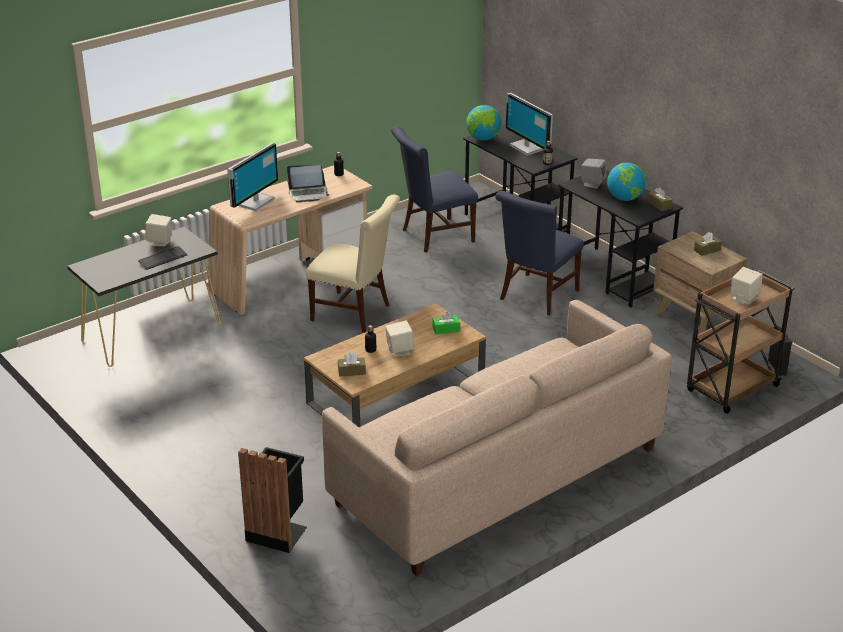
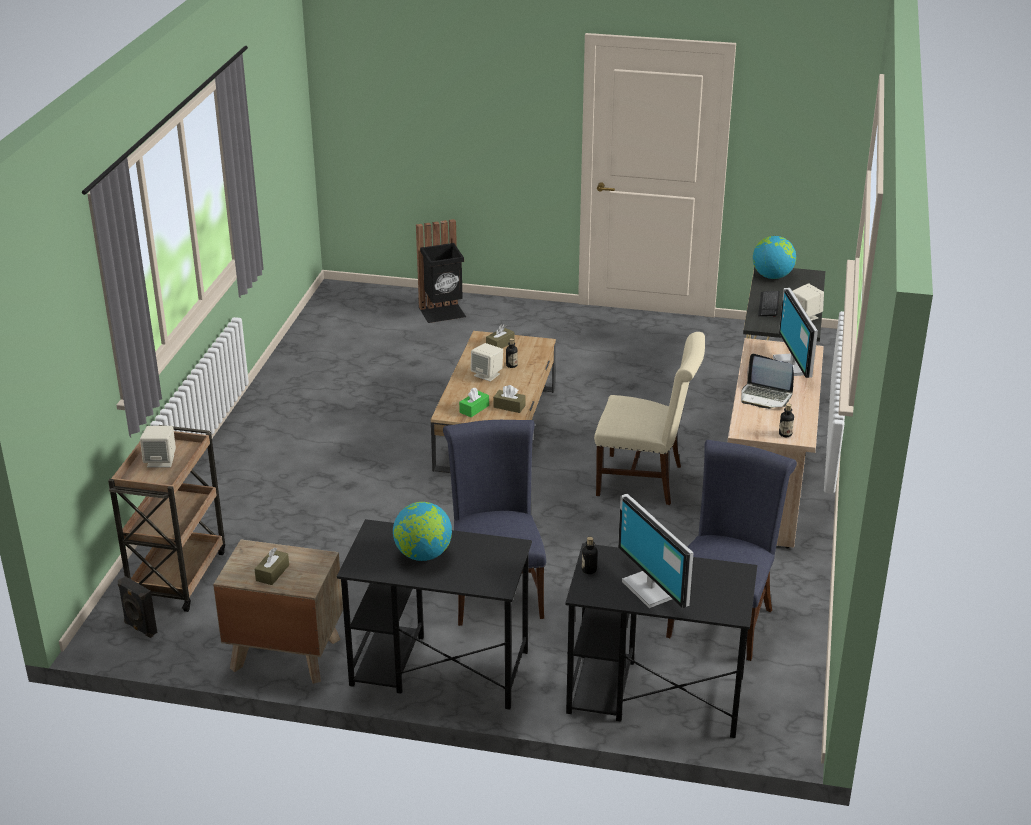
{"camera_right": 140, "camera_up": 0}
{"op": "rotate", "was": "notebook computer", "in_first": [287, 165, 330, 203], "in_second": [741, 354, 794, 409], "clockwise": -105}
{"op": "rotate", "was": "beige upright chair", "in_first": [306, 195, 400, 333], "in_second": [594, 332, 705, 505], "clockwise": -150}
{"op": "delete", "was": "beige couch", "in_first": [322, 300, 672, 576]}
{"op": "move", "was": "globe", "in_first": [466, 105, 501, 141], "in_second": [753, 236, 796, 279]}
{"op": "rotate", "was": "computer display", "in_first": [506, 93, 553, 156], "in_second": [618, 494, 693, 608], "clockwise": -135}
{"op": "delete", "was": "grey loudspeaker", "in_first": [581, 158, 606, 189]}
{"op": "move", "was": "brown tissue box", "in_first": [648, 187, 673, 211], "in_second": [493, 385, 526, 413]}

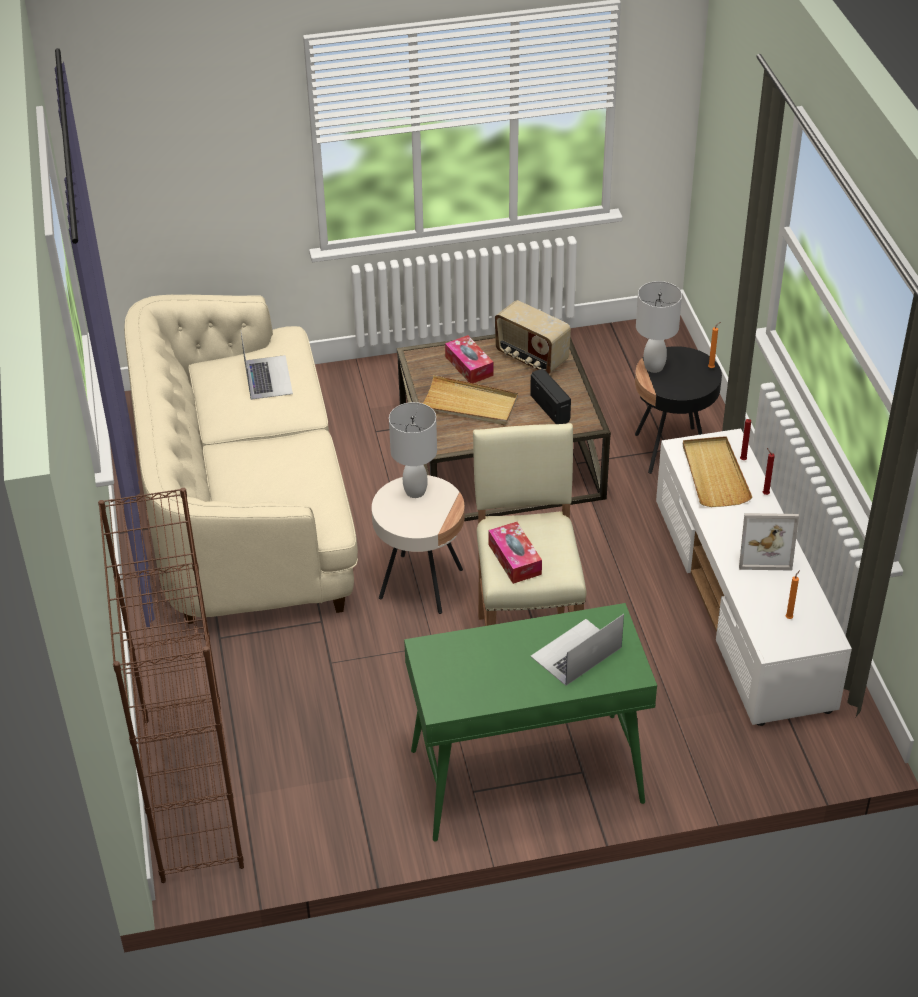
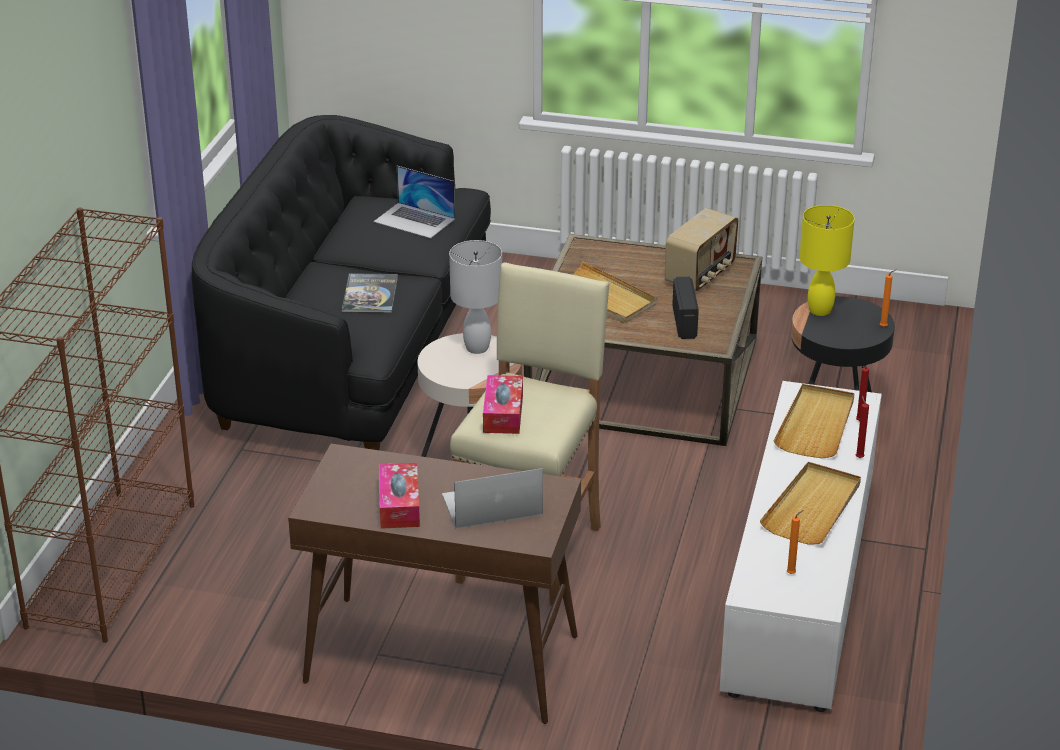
{"camera_right": 25, "camera_up": -10}
{"op": "recolor", "was": "beige couch", "now": "black couch", "in_first": [124, 295, 358, 624], "in_second": [192, 115, 491, 450]}
{"op": "rotate", "was": "notebook computer", "in_first": [241, 332, 293, 400], "in_second": [374, 166, 455, 238], "clockwise": 105}
{"op": "recolor", "was": "green-coloured narrow table", "now": "brown narrow table", "in_first": [404, 603, 657, 841], "in_second": [288, 444, 581, 724]}
{"op": "move", "was": "tissue box", "in_first": [445, 335, 494, 383], "in_second": [379, 463, 420, 529]}
{"op": "rotate", "was": "radio receiver", "in_first": [495, 300, 571, 374], "in_second": [665, 208, 738, 291], "clockwise": -120}
{"op": "recolor", "was": "white-coloured lamp for a table", "now": "yellow-coloured lamp for a table", "in_first": [636, 281, 682, 373], "in_second": [799, 205, 854, 316]}
{"op": "replace", "was": "standing frame", "now": "beige carrying tray", "in_first": [739, 513, 799, 571], "in_second": [760, 462, 861, 545]}
{"op": "insert", "now": "book", "in_second": [342, 273, 398, 313]}

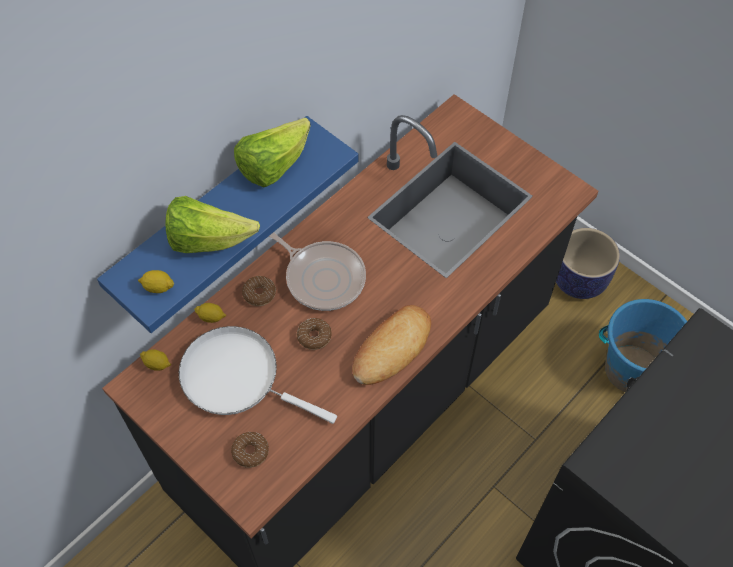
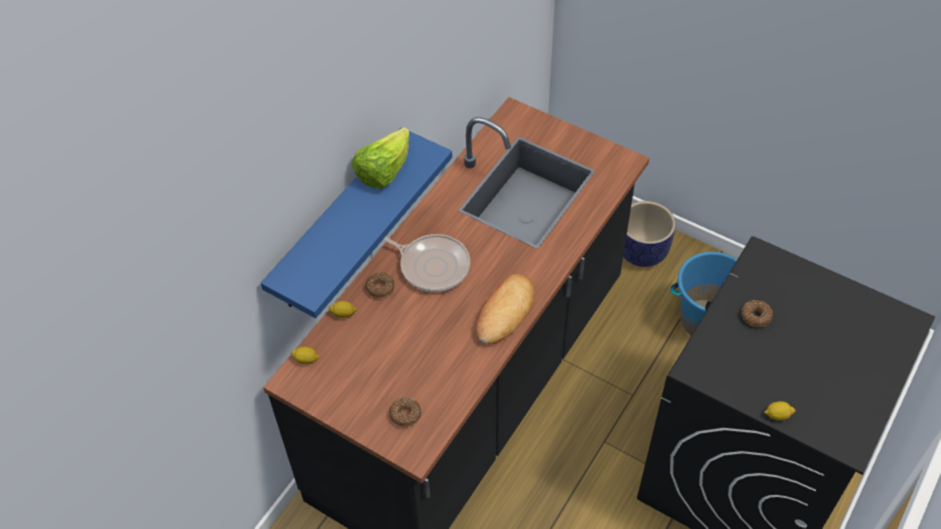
{"camera_right": -10, "camera_up": -5}
{"op": "move", "was": "lemon", "in_first": [138, 270, 174, 293], "in_second": [764, 401, 796, 420]}
{"op": "delete", "was": "lettuce", "in_first": [166, 196, 260, 253]}
{"op": "delete", "was": "white-coloured pan", "in_first": [179, 326, 337, 424]}
{"op": "move", "was": "donut", "in_first": [297, 318, 332, 350], "in_second": [741, 300, 773, 327]}

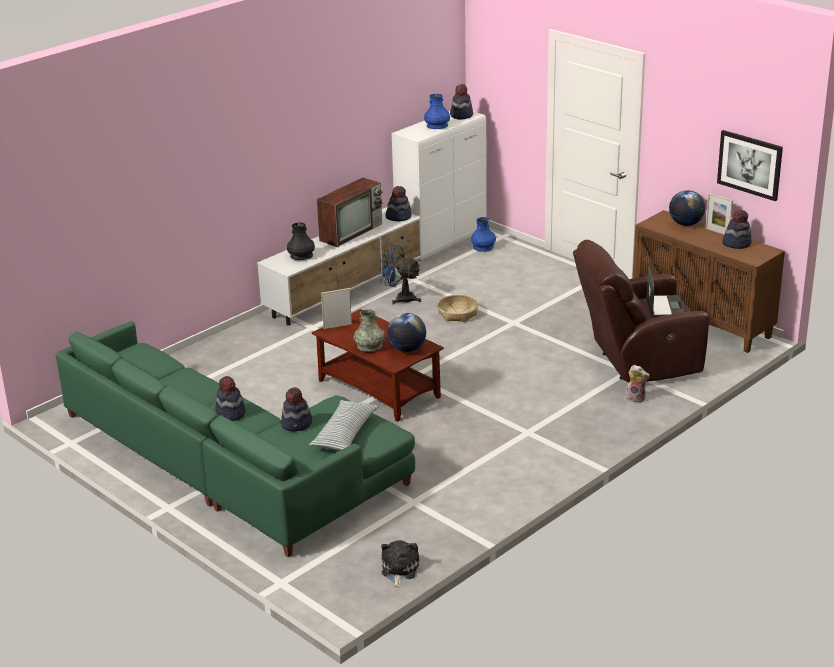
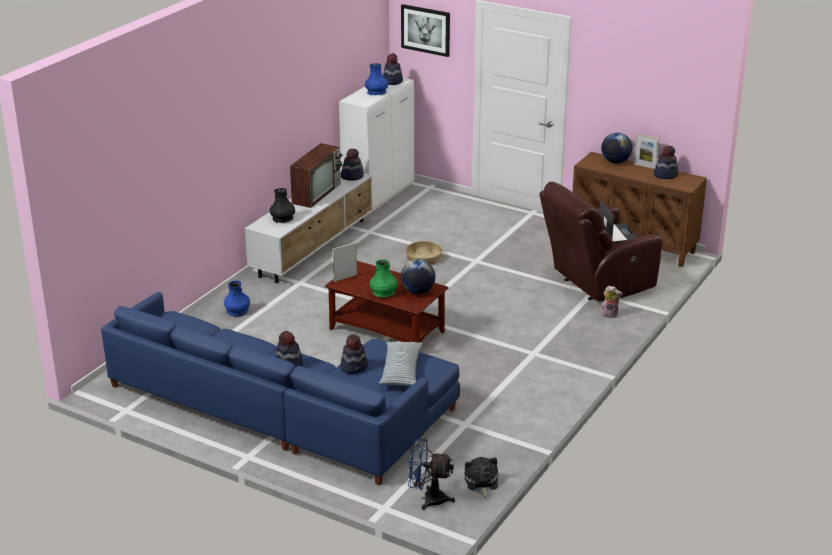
{"camera_right": -15, "camera_up": 0}
{"op": "recolor", "was": "green-coloured couch", "now": "blue couch", "in_first": [55, 321, 415, 557], "in_second": [101, 292, 460, 486]}
{"op": "recolor", "was": "grey decorative vase", "now": "green-coloured decorative vase", "in_first": [354, 310, 385, 352], "in_second": [370, 260, 398, 297]}
{"op": "move", "was": "blue cooling fan", "in_first": [379, 245, 421, 304], "in_second": [408, 439, 455, 510]}
{"op": "move", "was": "blue decorative vase", "in_first": [471, 217, 496, 252], "in_second": [224, 280, 250, 316]}
{"op": "move", "was": "wall art", "in_first": [717, 130, 783, 201], "in_second": [401, 4, 450, 57]}

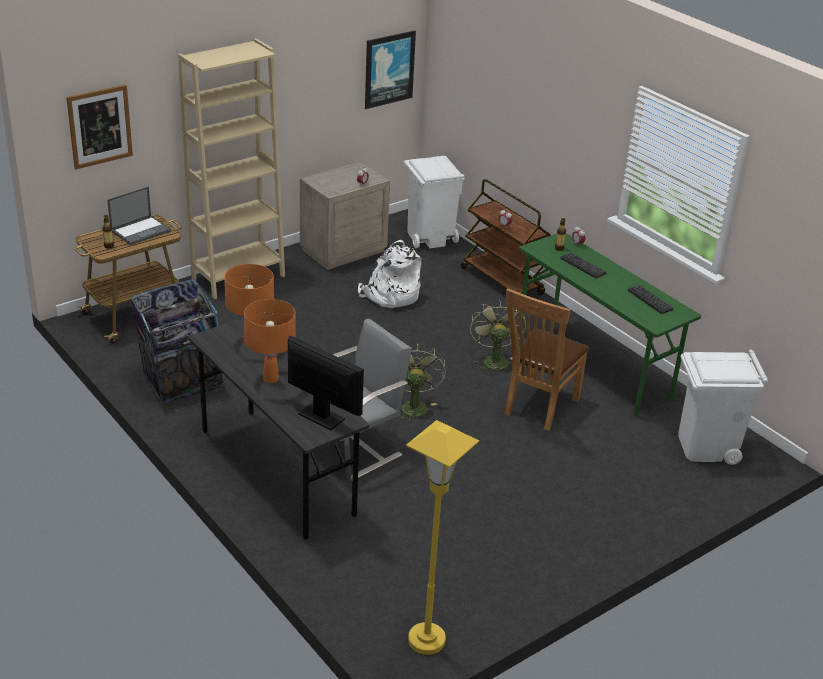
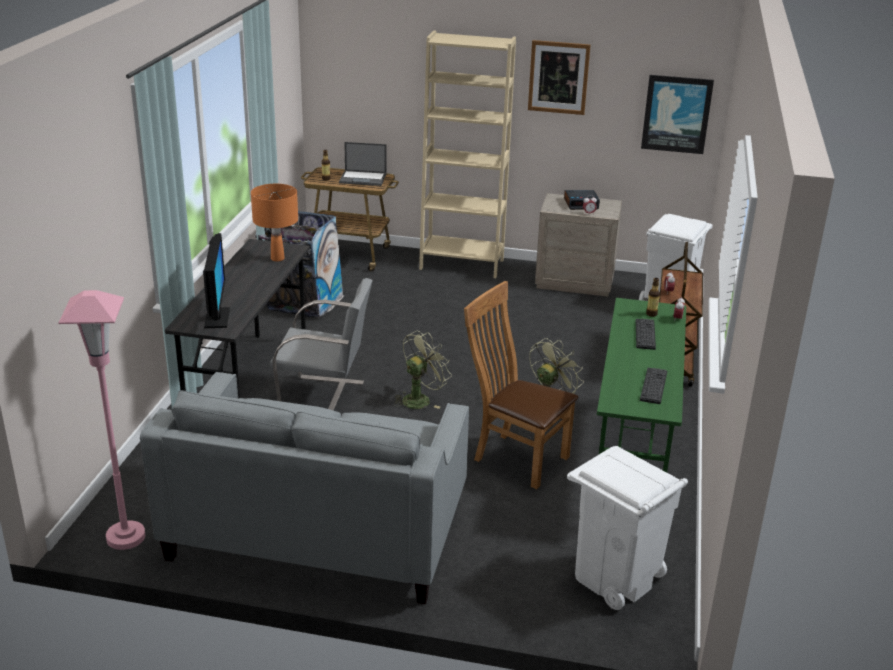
{"camera_right": 50, "camera_up": -5}
{"op": "move", "was": "wall art", "in_first": [66, 85, 133, 169], "in_second": [528, 40, 591, 115]}
{"op": "delete", "was": "orangey lamp for a table", "in_first": [244, 299, 296, 383]}
{"op": "delete", "was": "white-coloured backpack", "in_first": [358, 240, 421, 308]}
{"op": "recolor", "was": "yellow-coloured floor lamp", "now": "pink-coloured floor lamp", "in_first": [406, 420, 479, 655], "in_second": [58, 290, 145, 550]}
{"op": "rotate", "was": "brown upright chair", "in_first": [504, 288, 589, 431], "in_second": [464, 281, 578, 489], "clockwise": 45}
{"op": "insert", "now": "grey couch", "in_second": [140, 372, 469, 604]}
{"op": "insert", "now": "table clock", "in_second": [564, 190, 600, 210]}

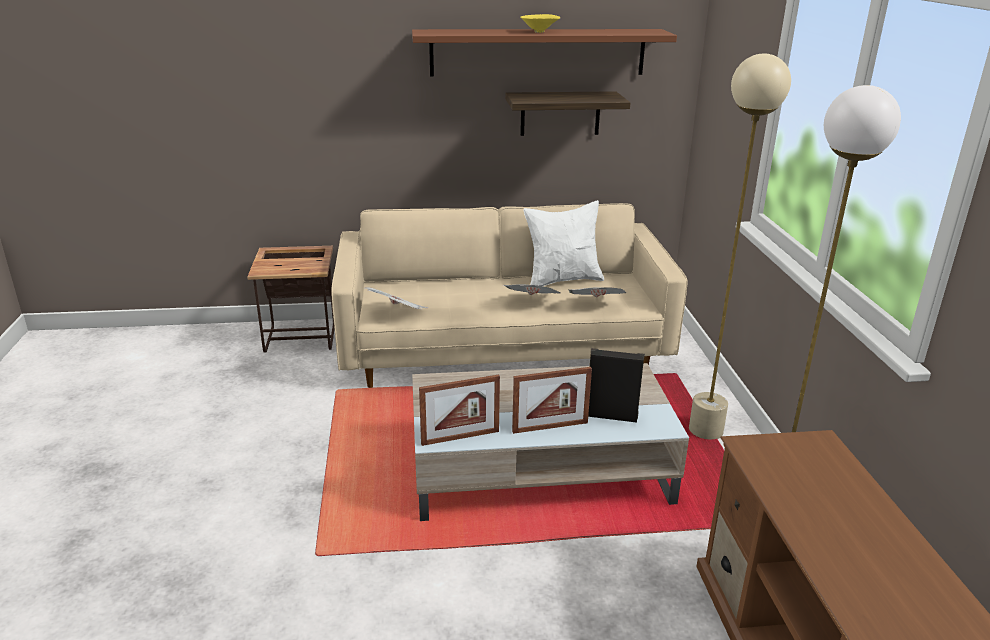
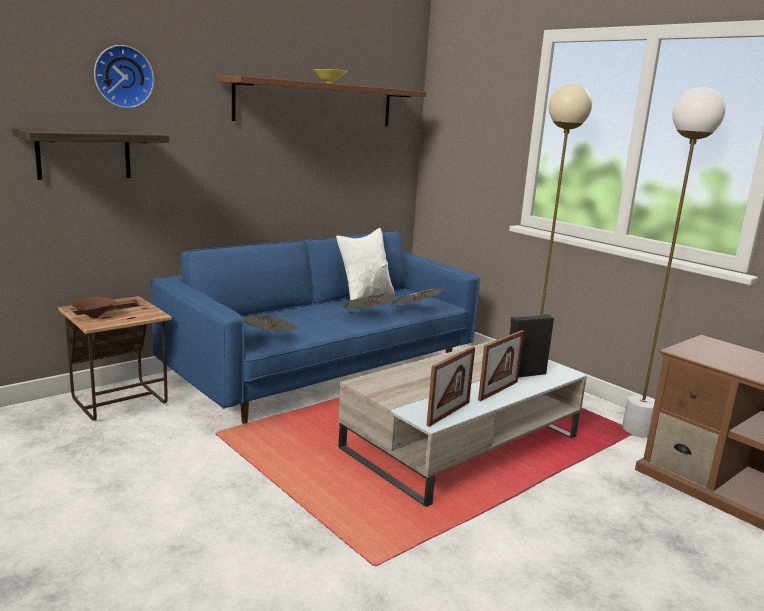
{"camera_right": -35, "camera_up": -10}
{"op": "recolor", "was": "beige couch", "now": "blue couch", "in_first": [331, 203, 688, 388], "in_second": [151, 230, 480, 424]}
{"op": "move", "was": "wall shelf", "in_first": [505, 91, 630, 136], "in_second": [12, 128, 169, 180]}
{"op": "insert", "now": "brown serving bowl", "in_second": [71, 297, 116, 319]}
{"op": "insert", "now": "wall clock", "in_second": [94, 45, 154, 108]}

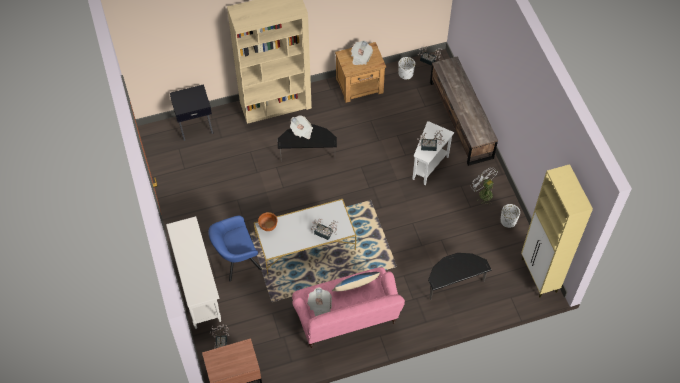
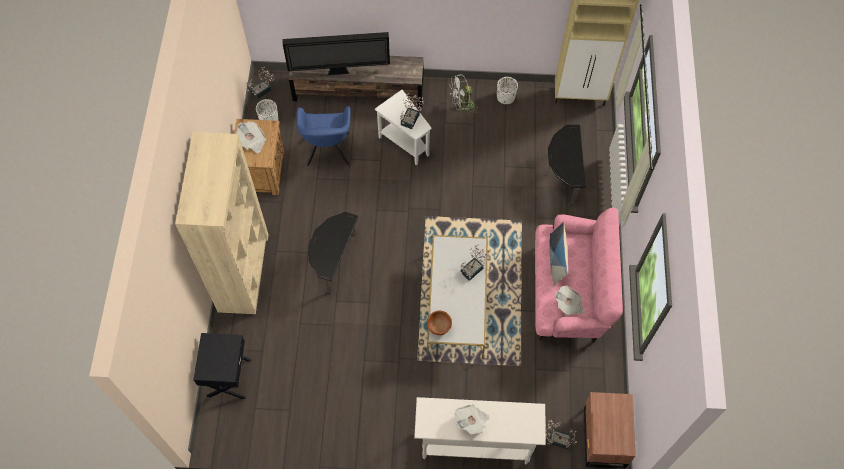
{"camera_right": -70, "camera_up": 5}
{"op": "move", "was": "blue easy chair", "in_first": [209, 216, 262, 282], "in_second": [297, 106, 350, 166]}
{"op": "move", "was": "newspaper", "in_first": [290, 115, 313, 139], "in_second": [455, 404, 489, 434]}
{"op": "insert", "now": "TV set", "in_second": [282, 32, 390, 75]}

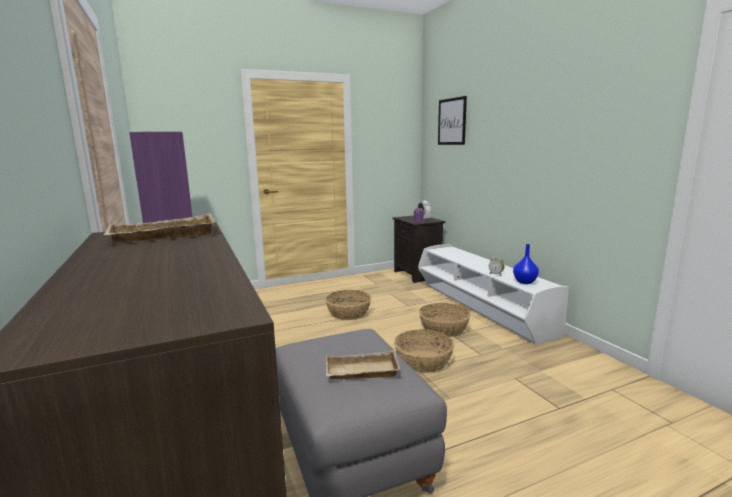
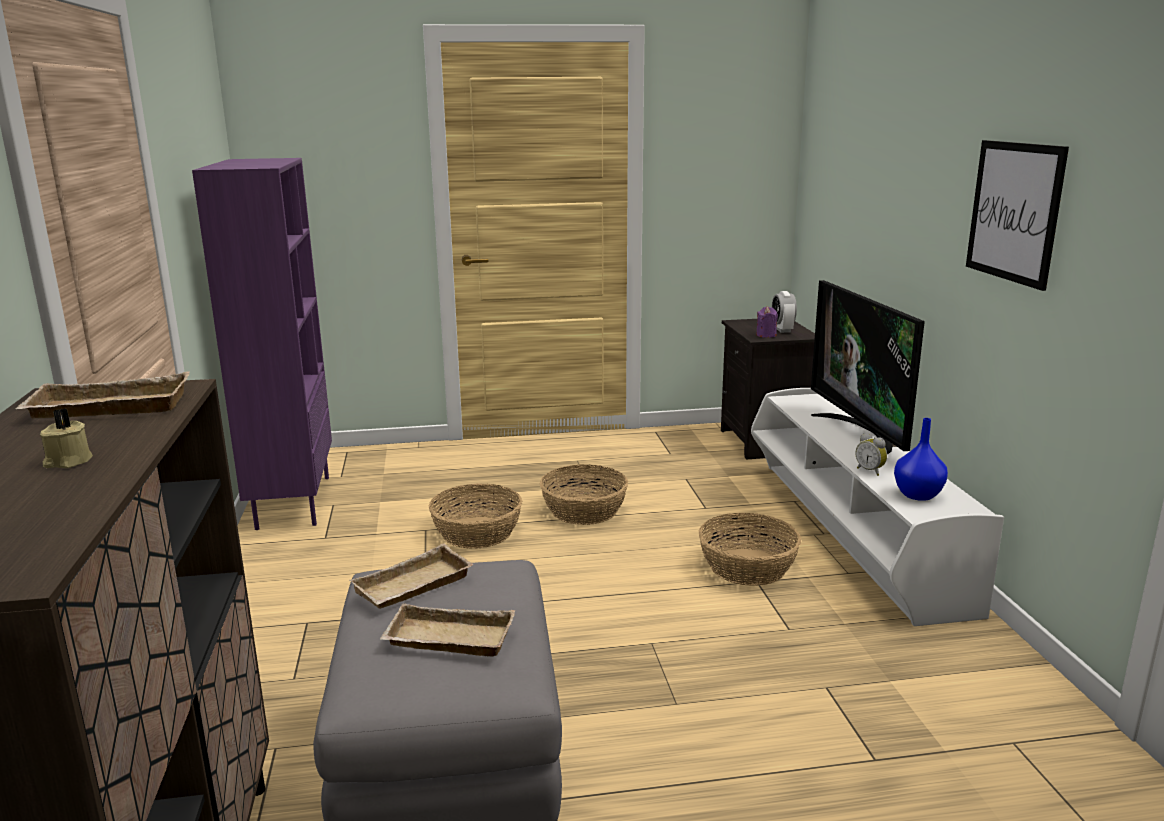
{"camera_right": 15, "camera_up": 5}
{"op": "move", "was": "basket", "in_first": [394, 329, 454, 373], "in_second": [429, 483, 522, 549]}
{"op": "move", "was": "wall art", "in_first": [438, 96, 467, 145], "in_second": [966, 140, 1069, 291]}
{"op": "insert", "now": "beige wax candle", "in_second": [40, 408, 93, 468]}
{"op": "insert", "now": "beige carrying tray", "in_second": [350, 543, 474, 609]}
{"op": "insert", "now": "TV set", "in_second": [811, 280, 925, 454]}

